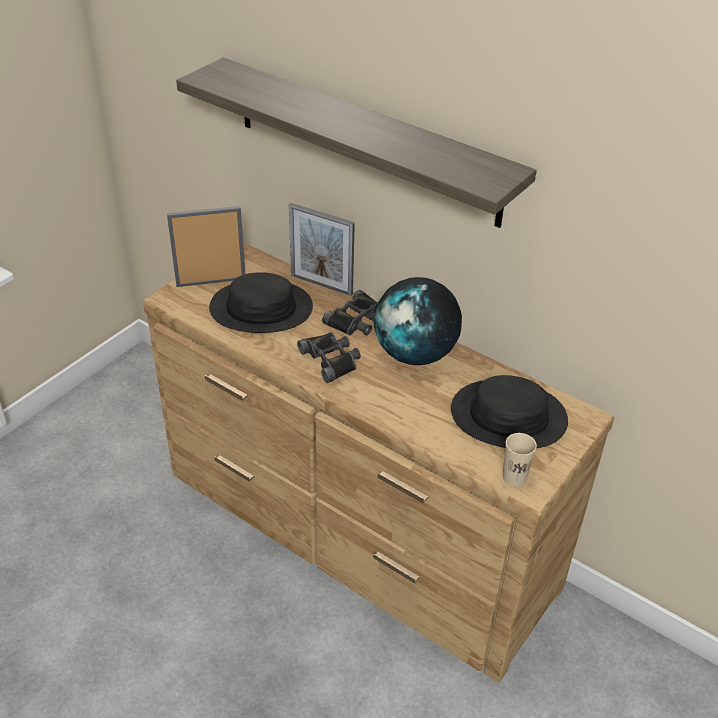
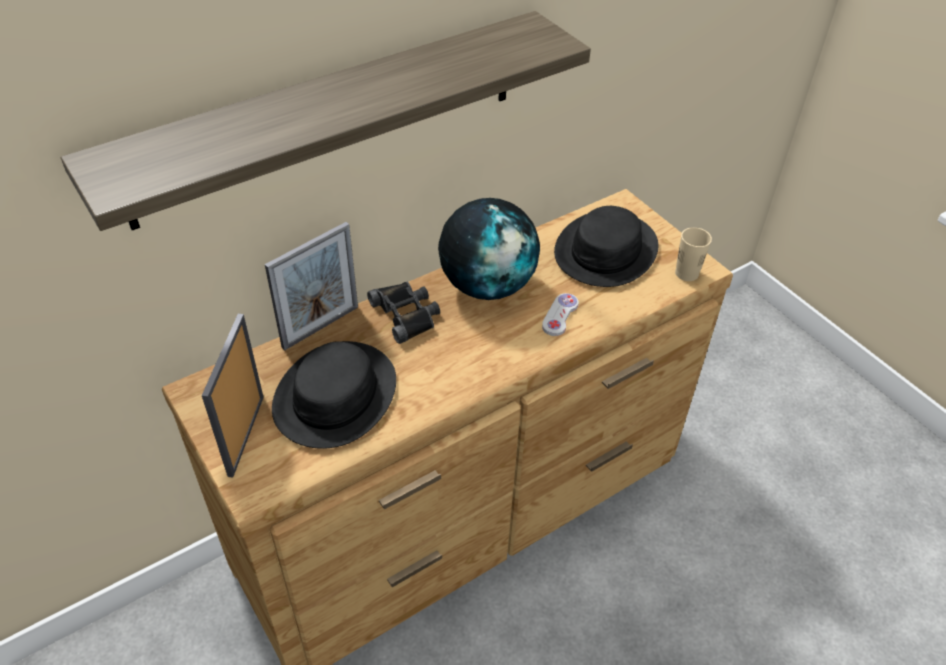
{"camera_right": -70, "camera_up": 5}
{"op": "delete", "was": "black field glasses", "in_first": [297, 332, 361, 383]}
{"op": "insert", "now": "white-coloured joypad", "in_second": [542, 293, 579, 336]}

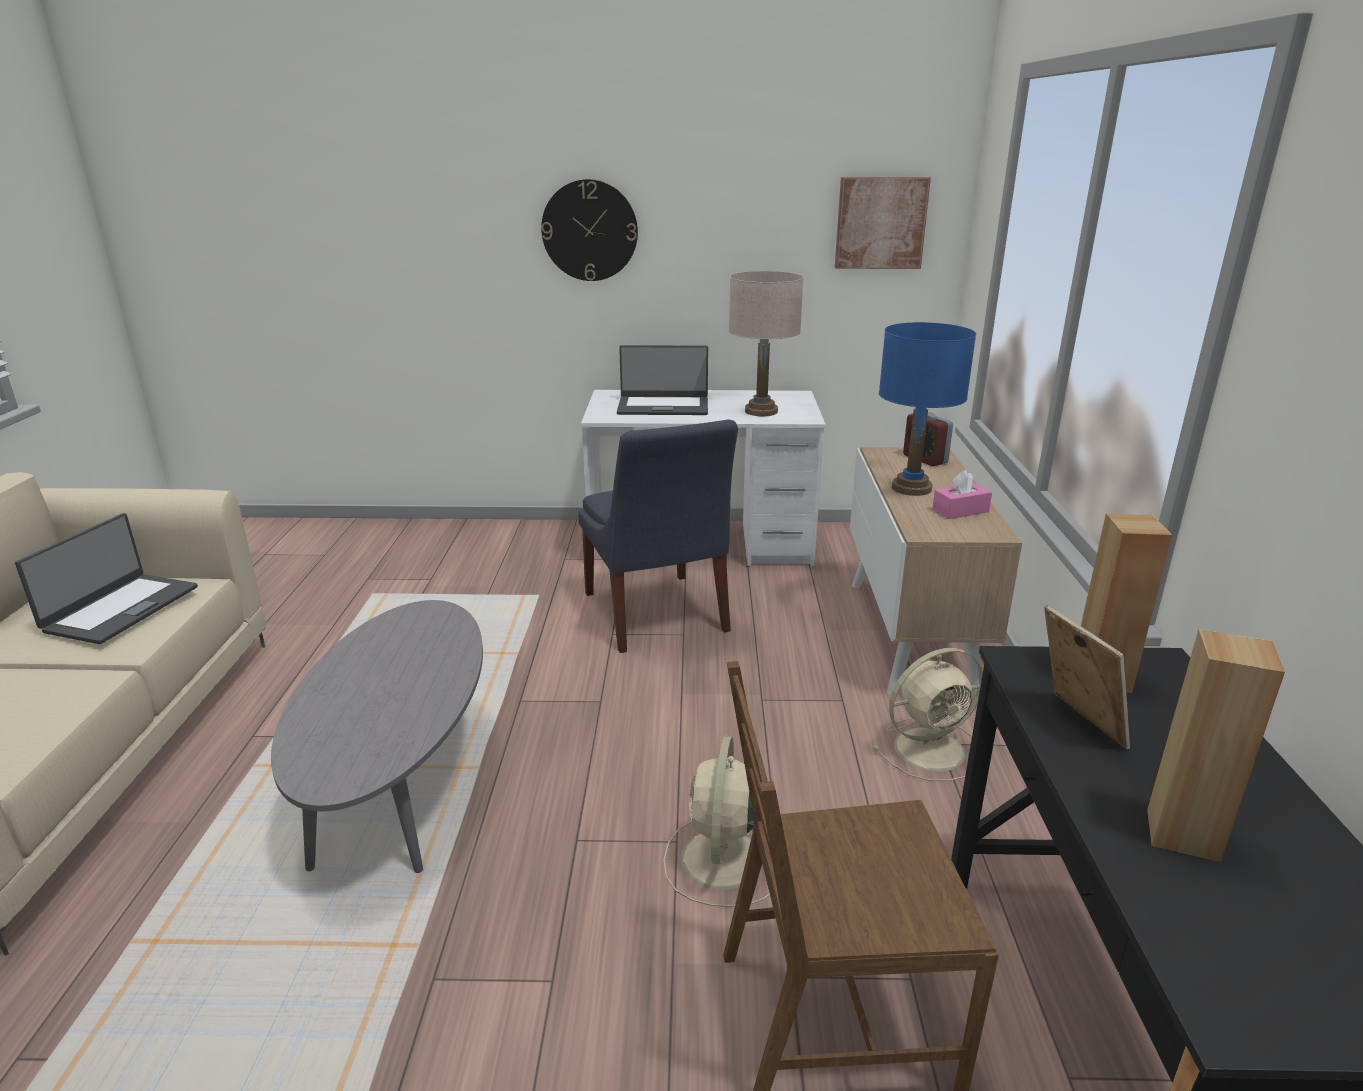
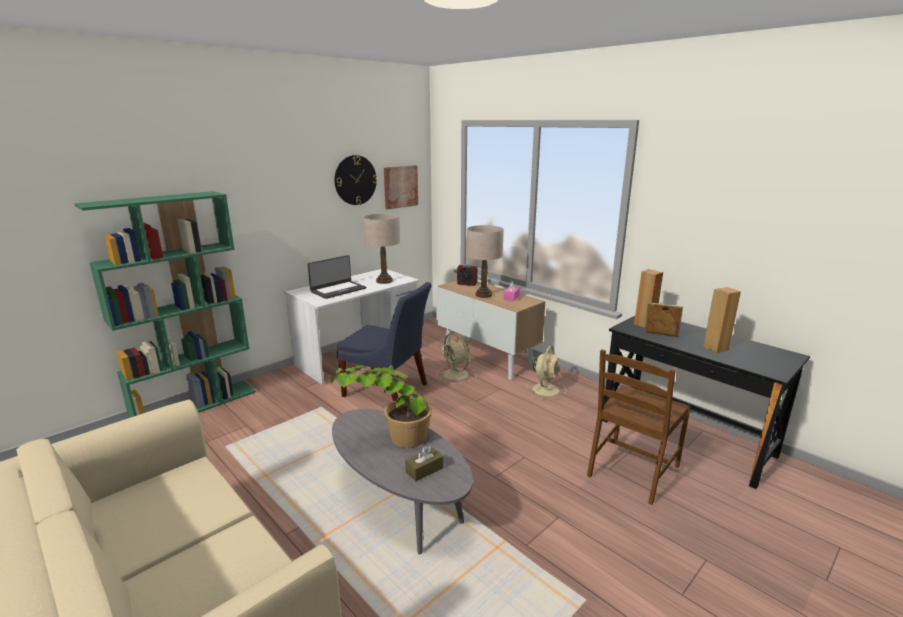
{"camera_right": -45, "camera_up": -5}
{"op": "delete", "was": "notebook computer", "in_first": [15, 513, 198, 644]}
{"op": "move", "was": "wall clock", "in_first": [541, 179, 638, 281], "in_second": [335, 155, 377, 205]}
{"op": "move", "was": "beige cooling fan", "in_first": [663, 736, 770, 907], "in_second": [437, 333, 477, 384]}
{"op": "recolor", "was": "blue lamp for a table", "now": "beige lamp for a table", "in_first": [879, 322, 976, 496], "in_second": [467, 225, 504, 298]}
{"op": "insert", "now": "green-coloured bookshelf", "in_second": [74, 191, 256, 418]}
{"op": "insert", "now": "plant in a pot", "in_second": [330, 365, 432, 448]}
{"op": "insert", "now": "brown tissue box", "in_second": [405, 446, 443, 481]}

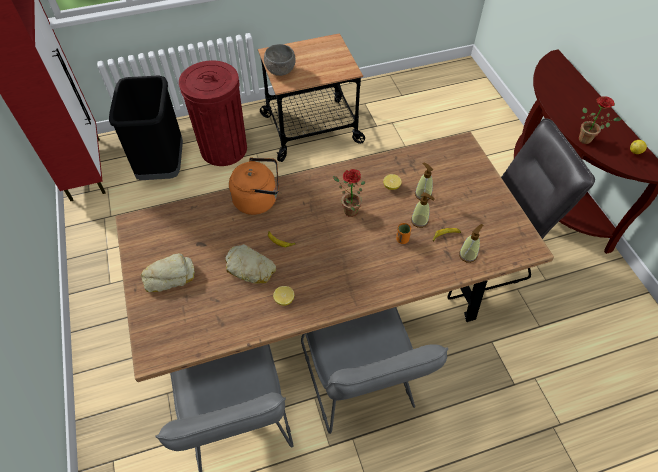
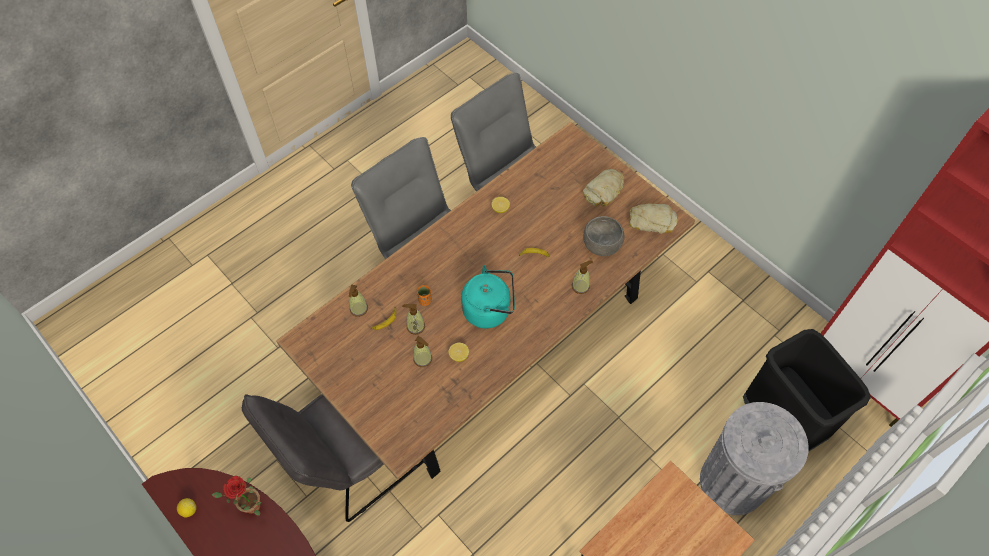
{"camera_right": 155, "camera_up": 5}
{"op": "recolor", "was": "reddish waste bin", "now": "grey waste bin", "in_first": [179, 61, 247, 166], "in_second": [700, 402, 809, 515]}
{"op": "move", "was": "baked bread", "in_first": [225, 244, 276, 284], "in_second": [630, 203, 677, 234]}
{"op": "replace", "was": "orangey water kettle", "now": "soap dispenser", "in_first": [229, 157, 279, 215], "in_second": [572, 260, 593, 294]}
{"op": "move", "was": "grey serving bowl", "in_first": [264, 44, 296, 76], "in_second": [583, 216, 624, 256]}
{"op": "replace", "was": "plant in a pot", "now": "blue-green water kettle", "in_first": [333, 169, 365, 217], "in_second": [461, 265, 515, 329]}

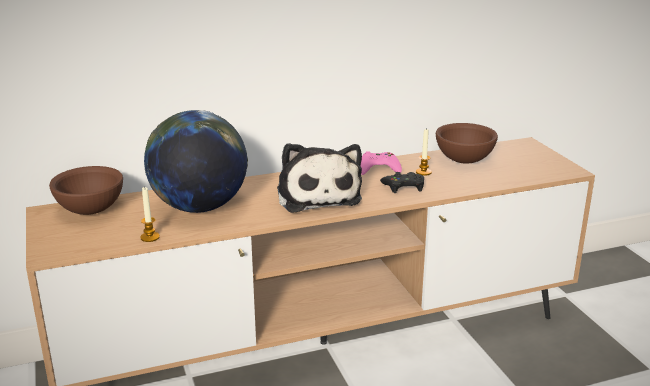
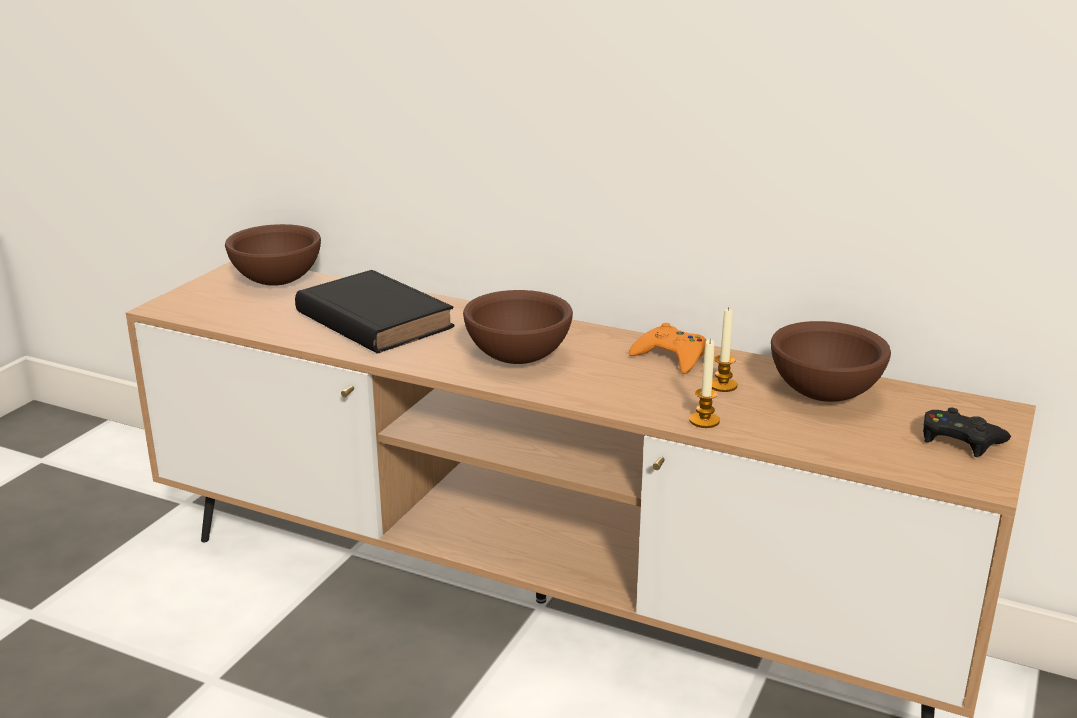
{"camera_right": 45, "camera_up": 0}
{"op": "move", "was": "wax candle", "in_first": [140, 187, 160, 242], "in_second": [689, 339, 720, 428]}
{"op": "replace", "was": "globe", "now": "black book", "in_first": [144, 110, 248, 213], "in_second": [295, 270, 454, 353]}
{"op": "replace", "was": "soft toy", "now": "brown serving bowl", "in_first": [277, 143, 362, 213], "in_second": [463, 290, 573, 364]}
{"op": "recolor", "was": "pink-coloured joypad", "now": "orangey joypad", "in_first": [361, 151, 402, 175], "in_second": [629, 323, 706, 374]}
{"op": "move", "was": "black joypad", "in_first": [380, 172, 424, 193], "in_second": [923, 408, 1011, 457]}

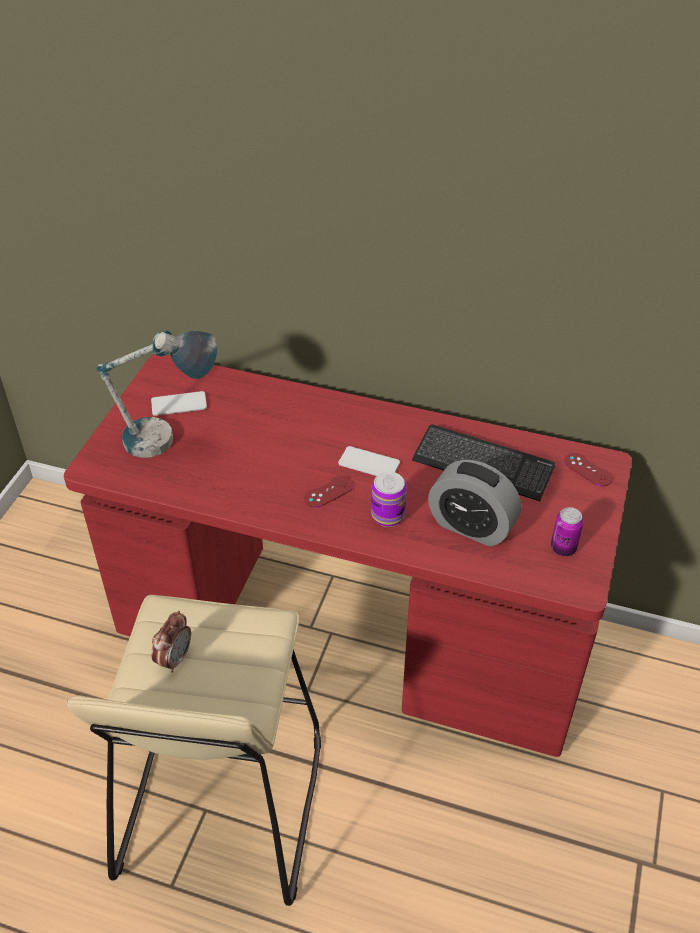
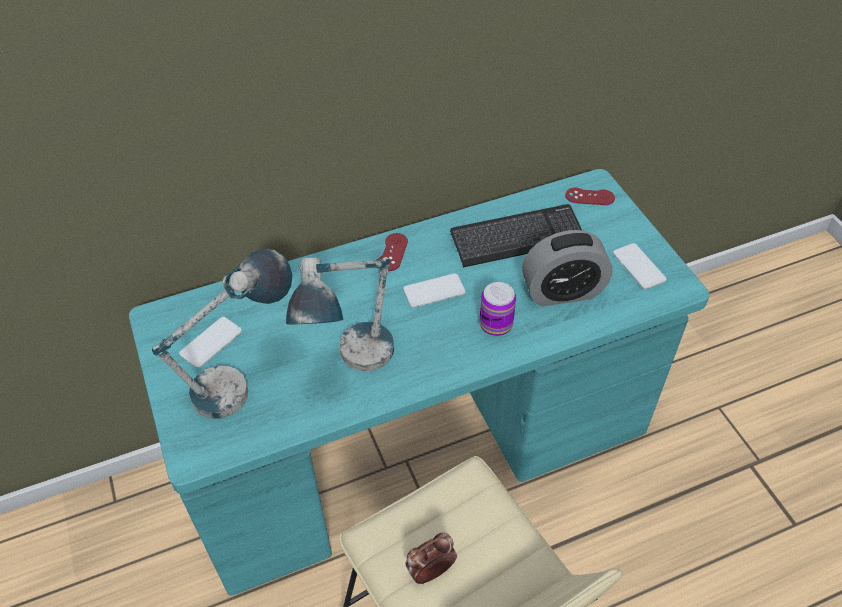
{"camera_right": -40, "camera_up": 5}
{"op": "recolor", "was": "reddish desk", "now": "blue-green desk", "in_first": [64, 354, 632, 757], "in_second": [129, 169, 709, 596]}
{"op": "rotate", "was": "table clock", "in_first": [151, 611, 191, 673], "in_second": [406, 533, 457, 584], "clockwise": -105}
{"op": "move", "was": "reddish joypad", "in_first": [304, 476, 353, 508], "in_second": [379, 233, 408, 271]}
{"op": "replace", "was": "metal can", "now": "phone", "in_first": [551, 507, 583, 556], "in_second": [613, 243, 667, 289]}
{"op": "insert", "now": "lamp for a table", "in_second": [286, 257, 394, 371]}

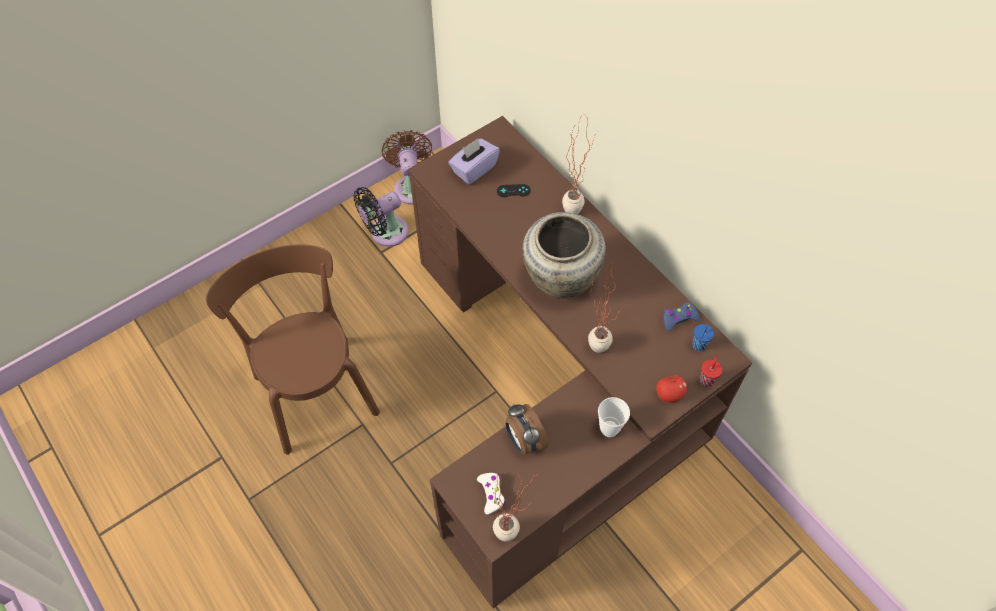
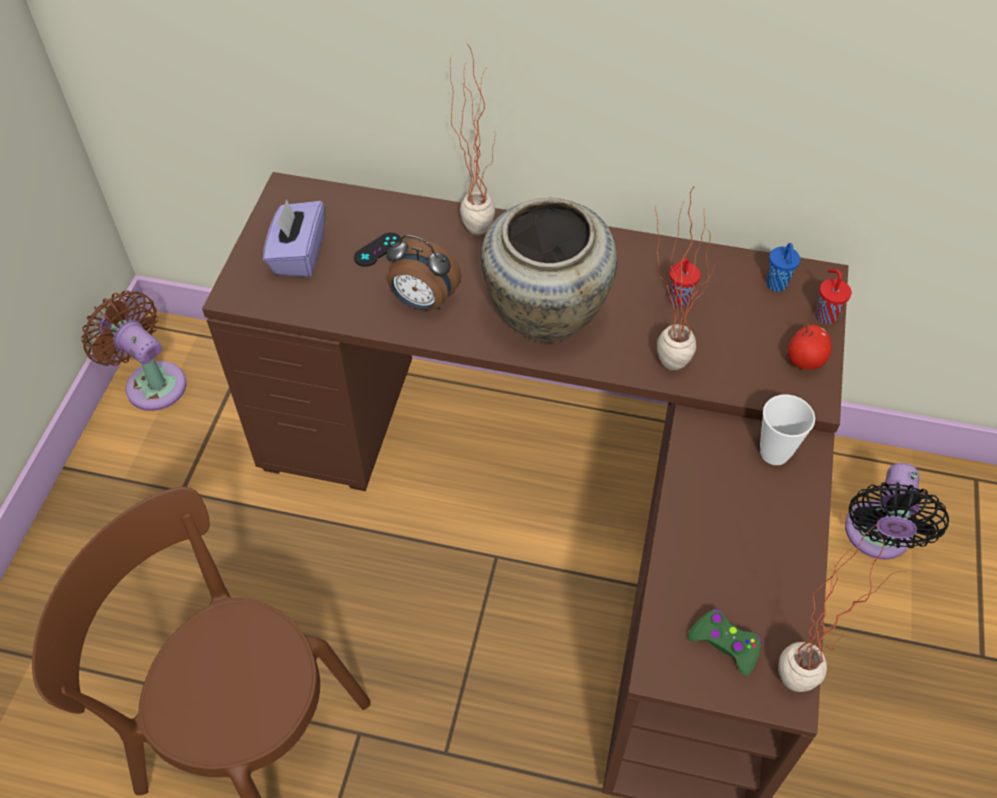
{"camera_right": -40, "camera_up": -5}
{"op": "move", "was": "black cooling fan", "in_first": [353, 187, 409, 247], "in_second": [845, 463, 949, 560]}
{"op": "recolor", "was": "white-coloured joypad", "now": "green-coloured joypad", "in_first": [477, 473, 505, 515], "in_second": [688, 609, 762, 676]}
{"op": "move", "was": "table clock", "in_first": [506, 404, 548, 455], "in_second": [386, 235, 461, 311]}
{"op": "delete", "was": "blue joypad", "in_first": [664, 302, 700, 331]}
{"op": "insert", "now": "reddish small cup", "in_second": [669, 258, 700, 307]}

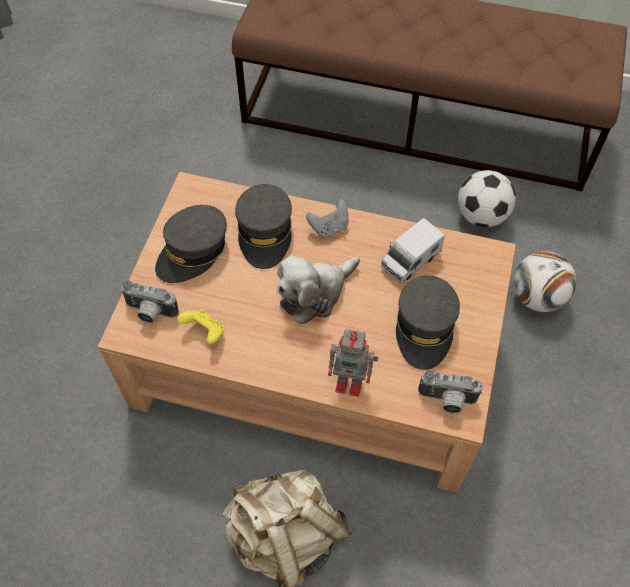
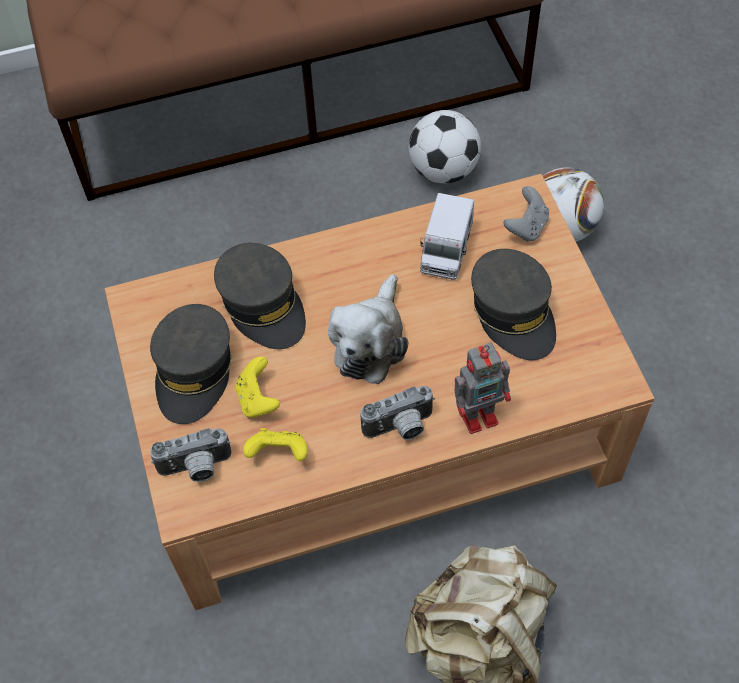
{"camera_right": -30, "camera_up": 0}
{"op": "move", "was": "grey joypad", "in_first": [306, 198, 349, 238], "in_second": [503, 186, 549, 242]}
{"op": "move", "was": "photo camera", "in_first": [418, 370, 483, 413], "in_second": [361, 386, 435, 440]}
{"op": "insert", "now": "yellow-coloured joypad", "in_second": [236, 357, 280, 417]}

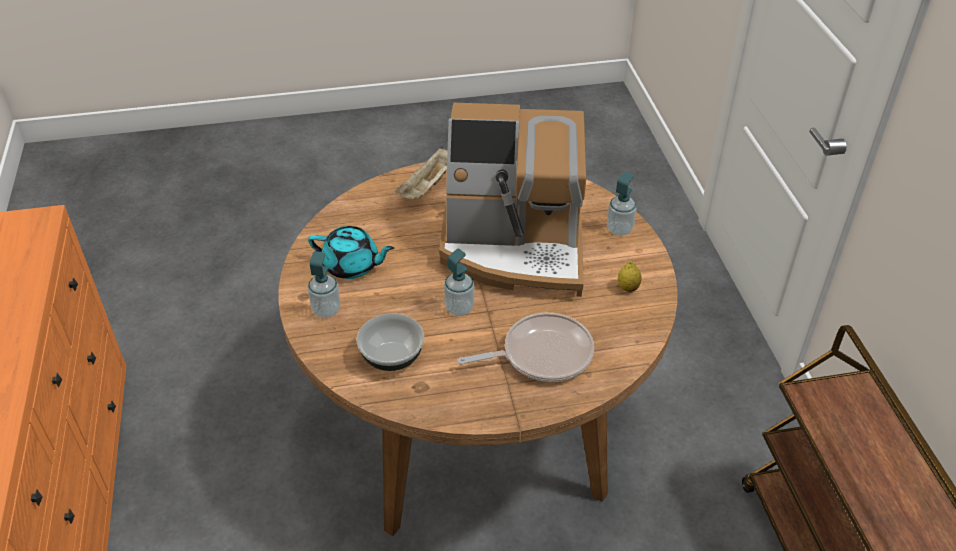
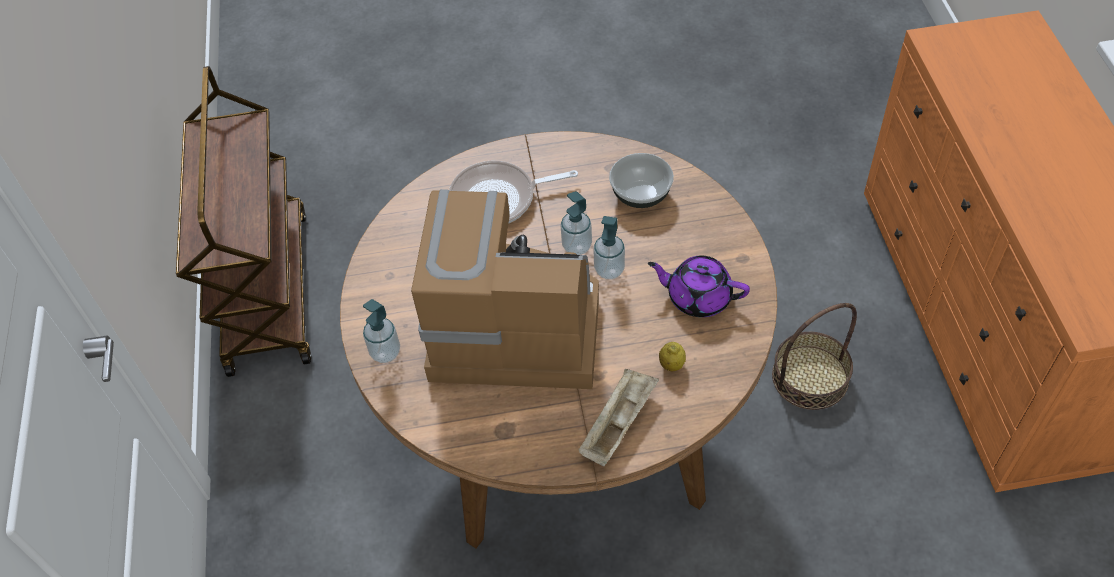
{"camera_right": -175, "camera_up": 10}
{"op": "recolor", "was": "blue-green teapot", "now": "purple teapot", "in_first": [308, 226, 394, 279], "in_second": [648, 256, 750, 317]}
{"op": "move", "was": "soap dispenser", "in_first": [308, 251, 341, 318], "in_second": [594, 216, 625, 279]}
{"op": "move", "was": "lemon", "in_first": [618, 261, 641, 292], "in_second": [659, 342, 686, 371]}
{"op": "insert", "now": "basket", "in_second": [772, 303, 857, 410]}

